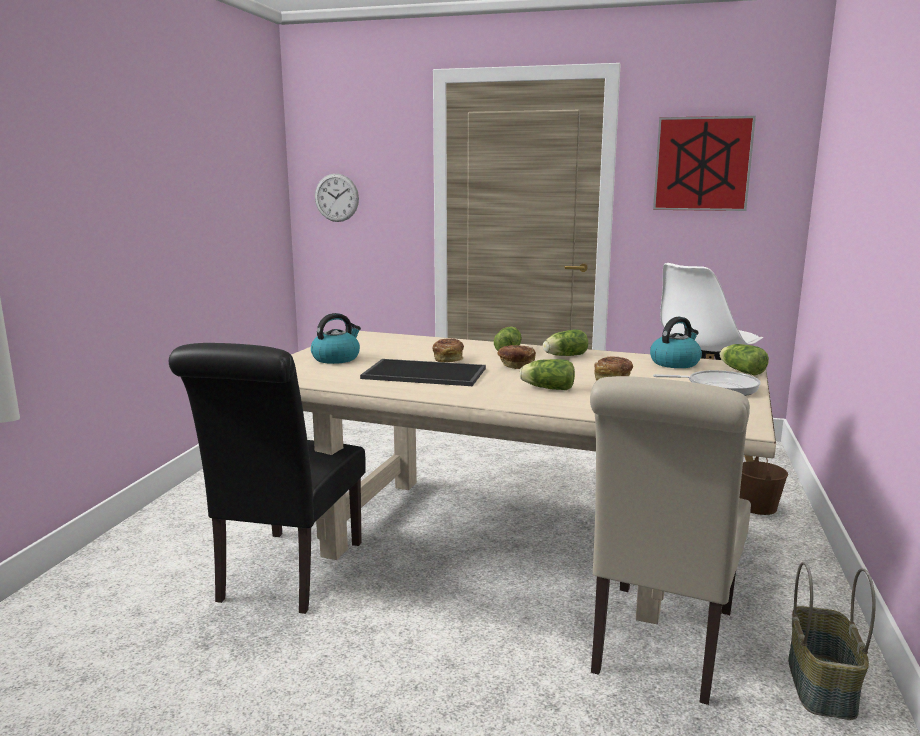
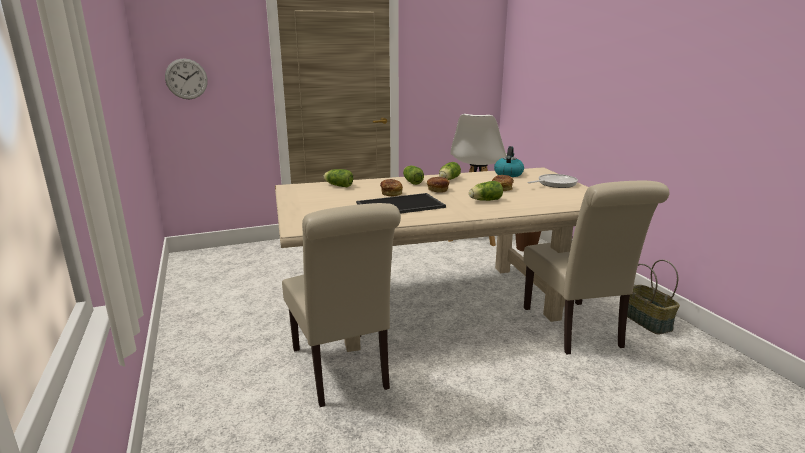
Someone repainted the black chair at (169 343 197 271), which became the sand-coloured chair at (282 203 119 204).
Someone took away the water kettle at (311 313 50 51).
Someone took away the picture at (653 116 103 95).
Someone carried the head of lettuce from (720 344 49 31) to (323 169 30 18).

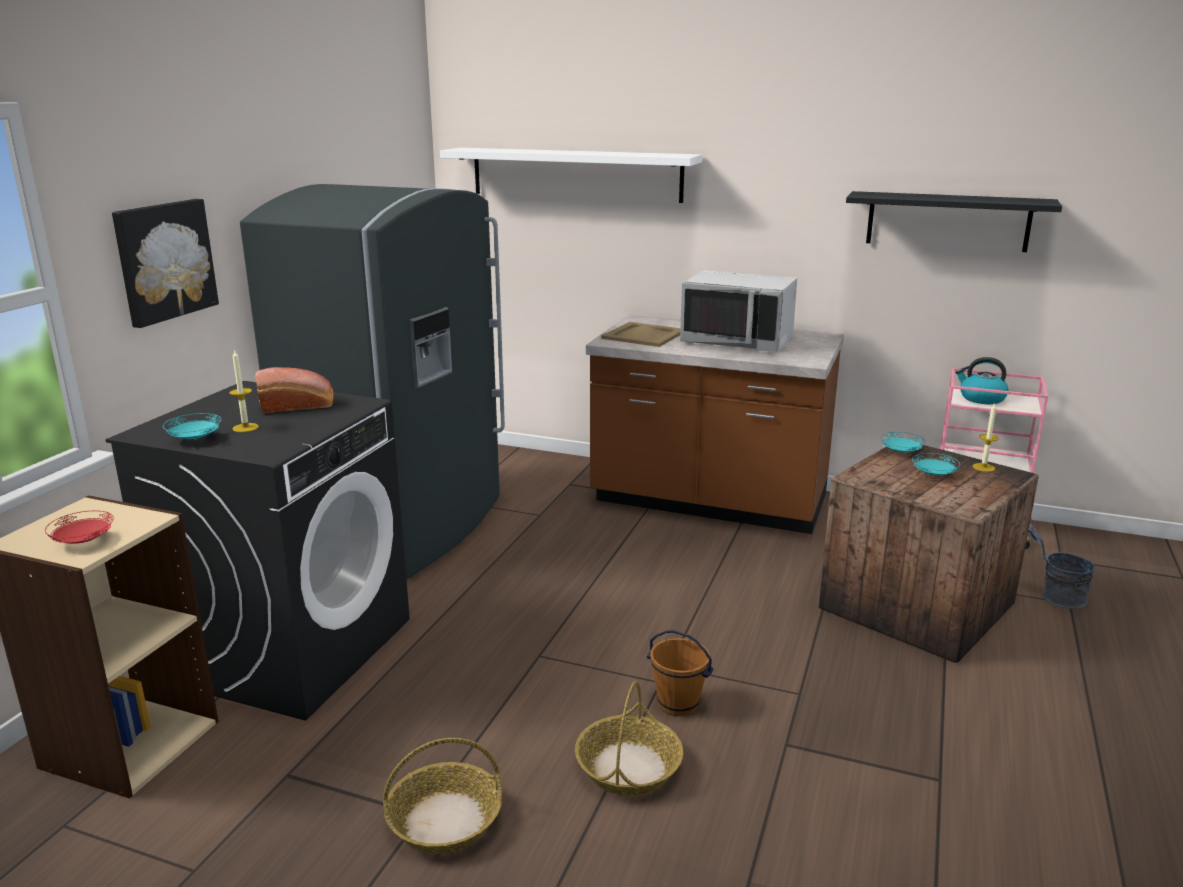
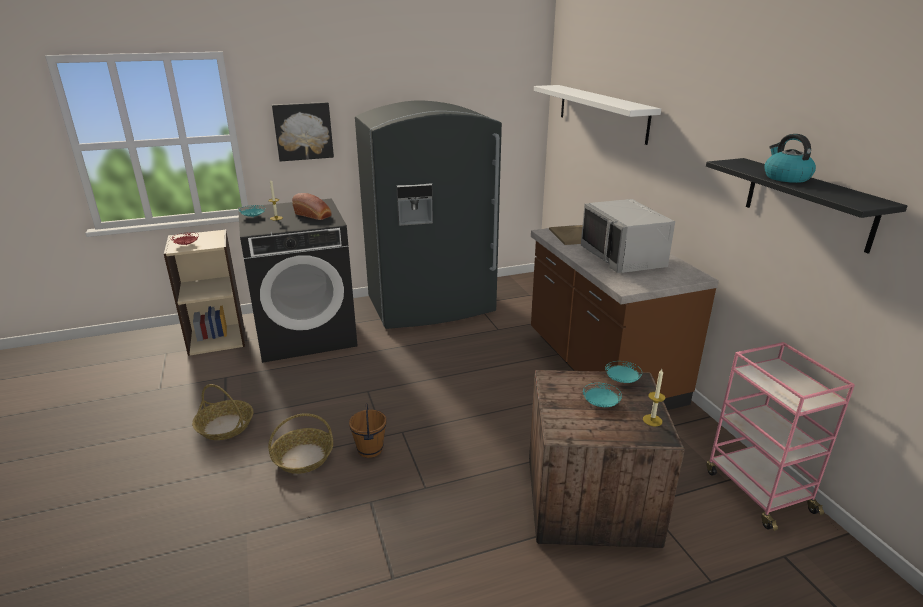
Someone carried the water kettle from (955 357 54 47) to (764 134 52 49).
Someone took away the grey water bucket at (1028 524 66 85).

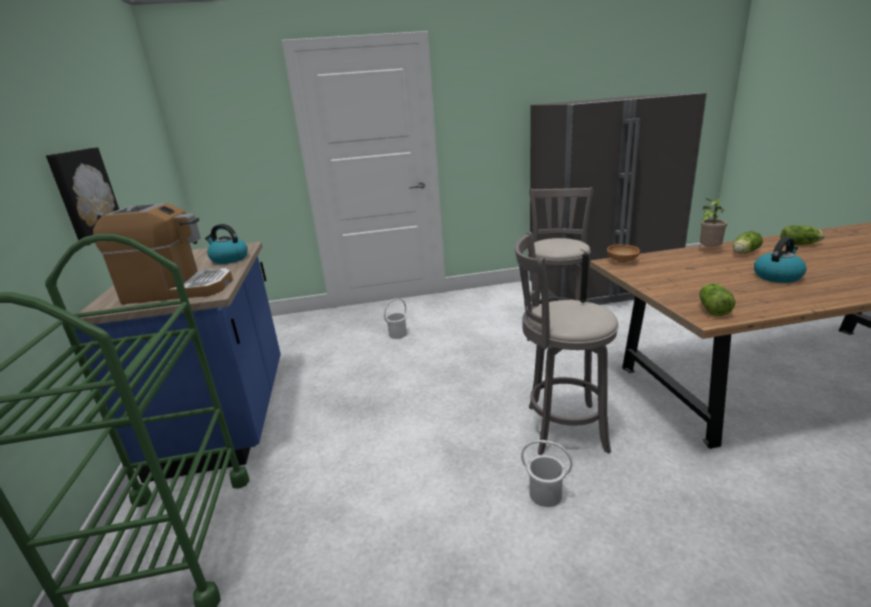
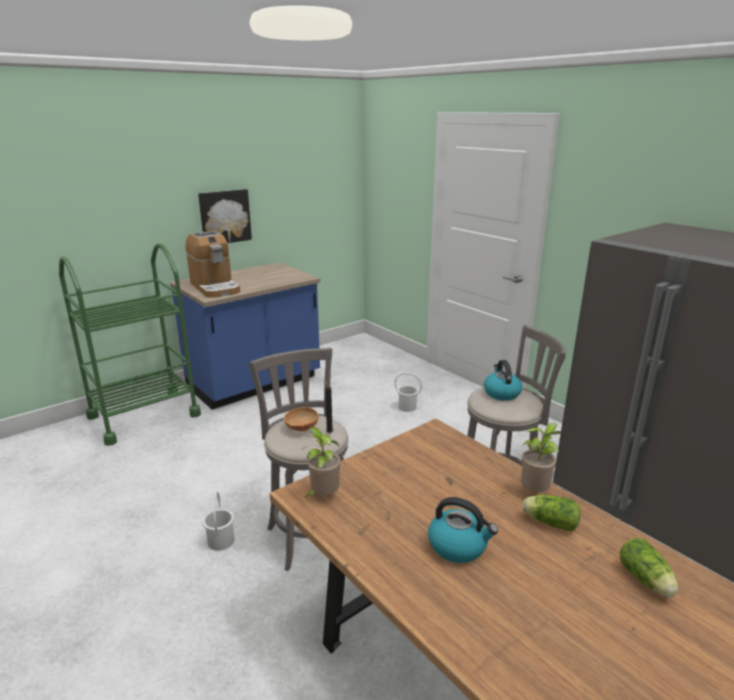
Someone carried the water kettle from (205 224 43 40) to (484 360 38 41).
Someone carried the brown bowl from (607 244 33 19) to (284 407 35 25).
Someone swapped the head of lettuce at (700 283 35 33) for the houseplant at (304 427 37 70).

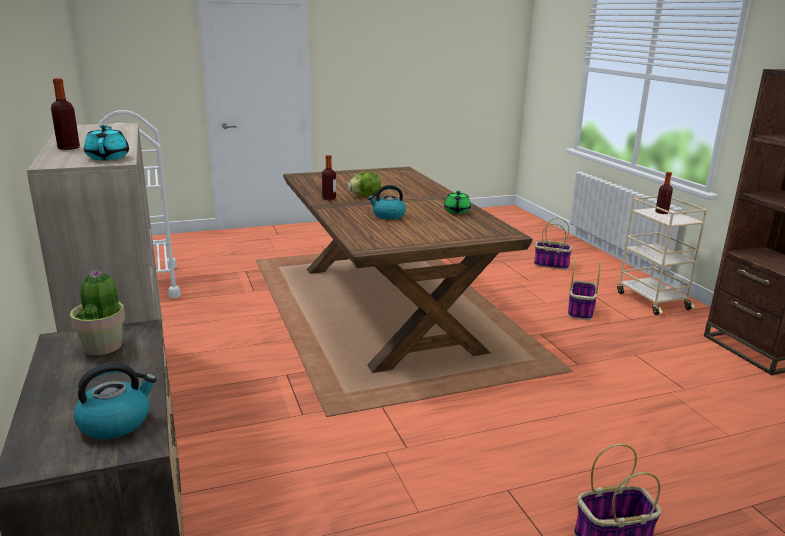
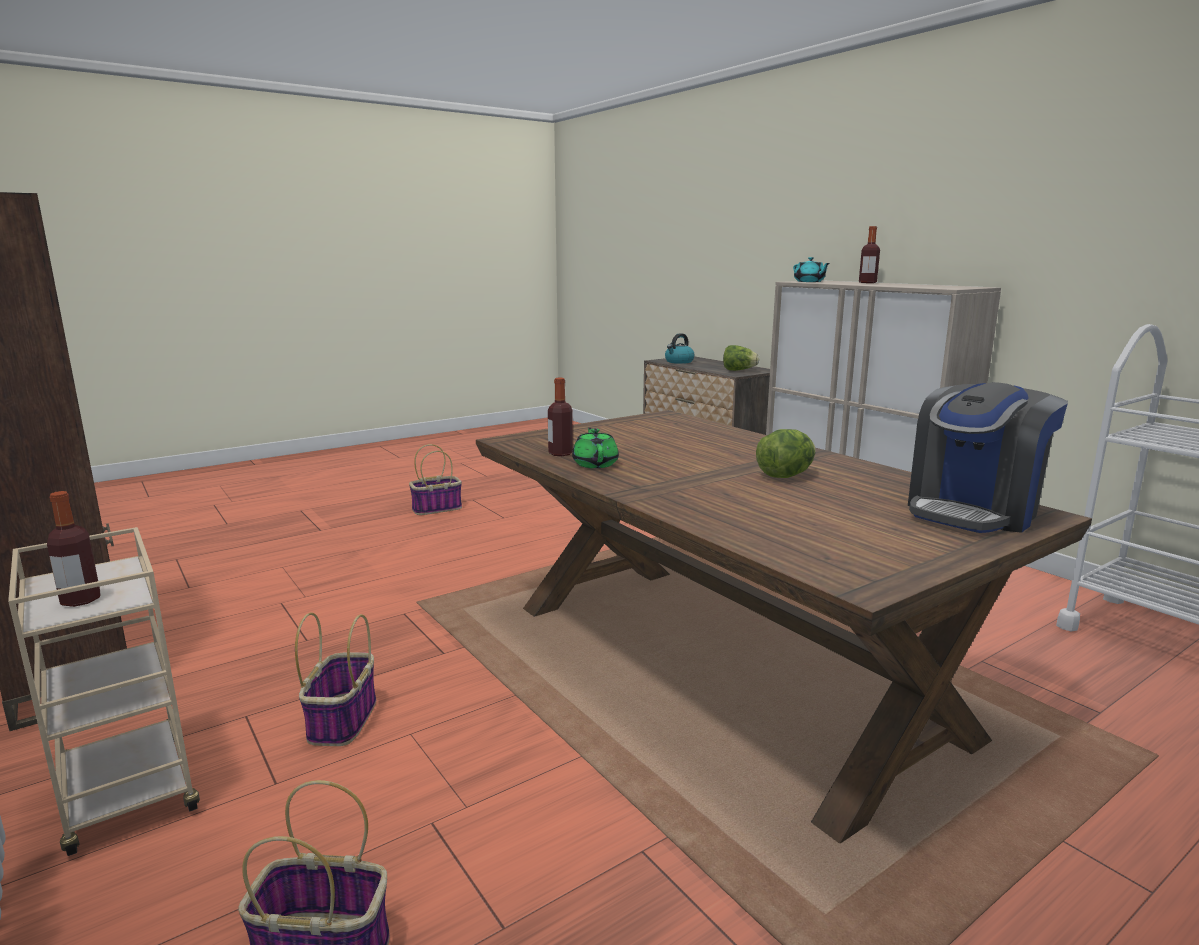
Someone swapped the houseplant at (70 269 55 86) for the head of lettuce at (723 345 36 26).
Someone carried the bottle from (322 155 14 45) to (548 378 25 78).
Someone took away the water kettle at (368 185 38 35).
Someone put down the coffee maker at (908 382 160 151).

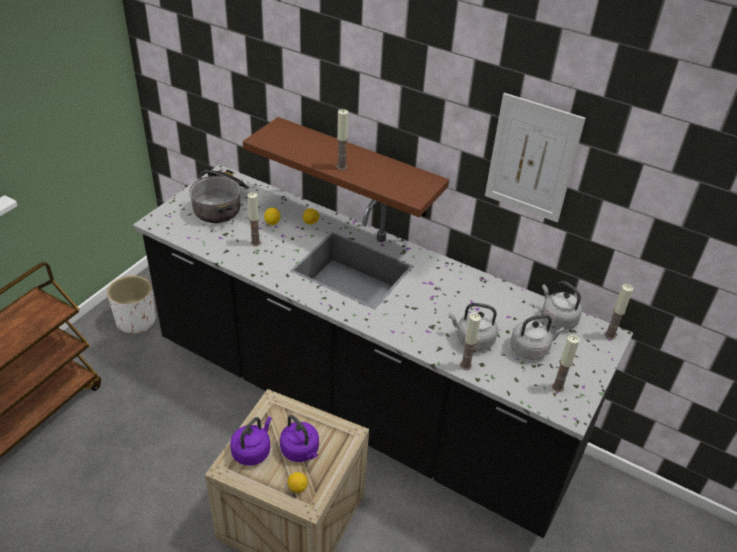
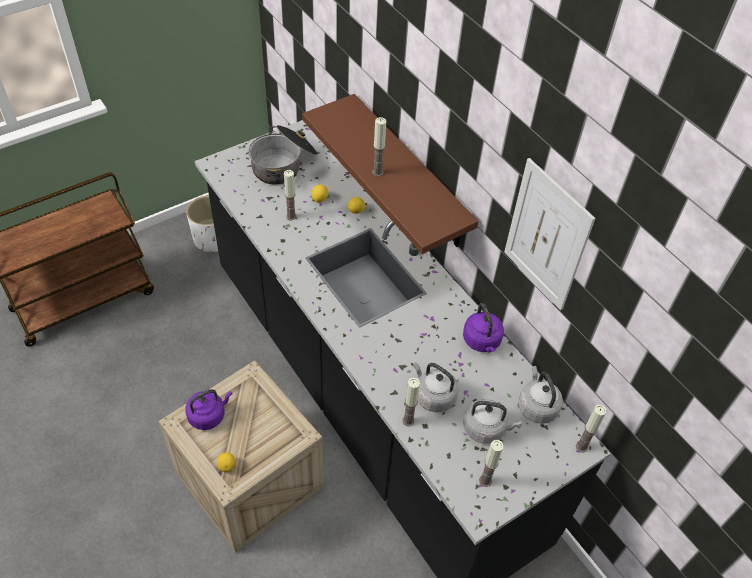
Someone carried the purplish water kettle from (280 415 39 47) to (463 303 41 50).

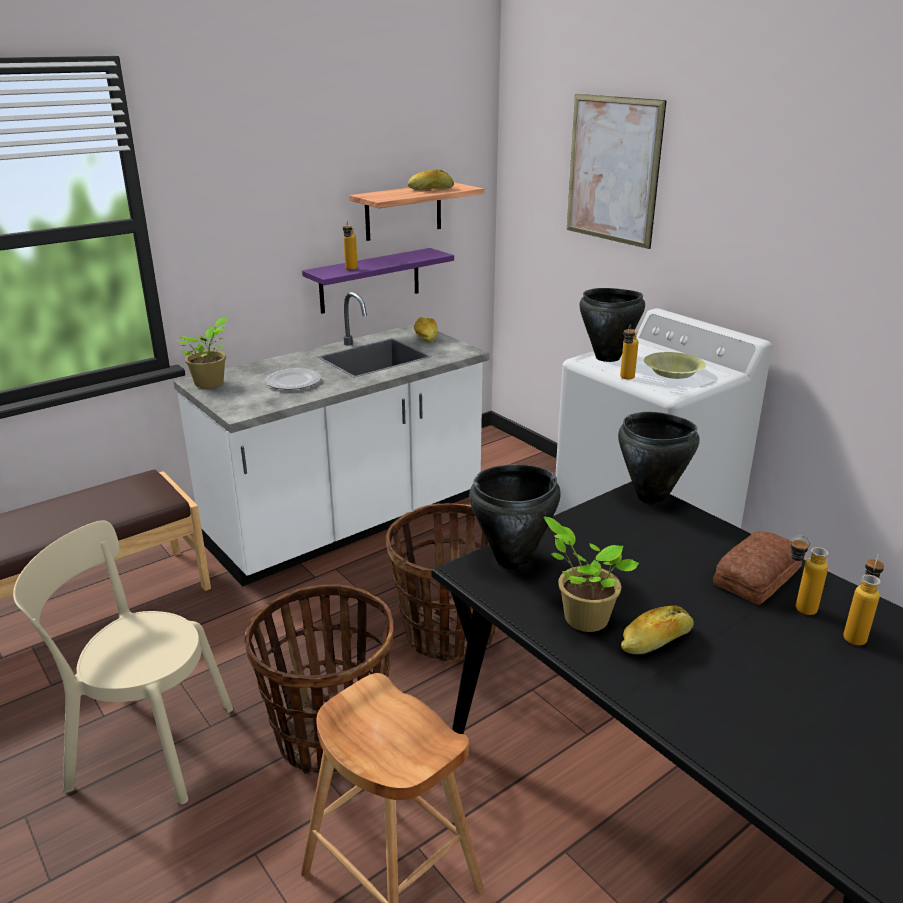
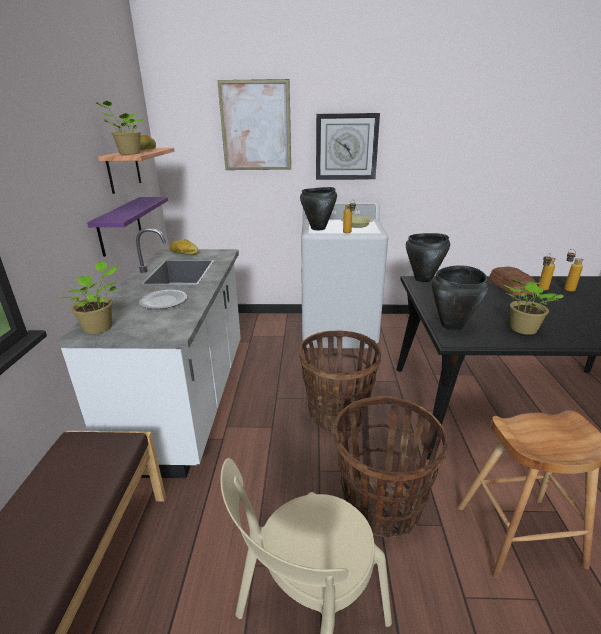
Someone took away the bottle at (343 221 15 49).
Someone took away the bakery bread at (621 605 73 49).
Someone put down the houseplant at (95 101 49 53).
Someone put up the wall clock at (316 113 64 67).

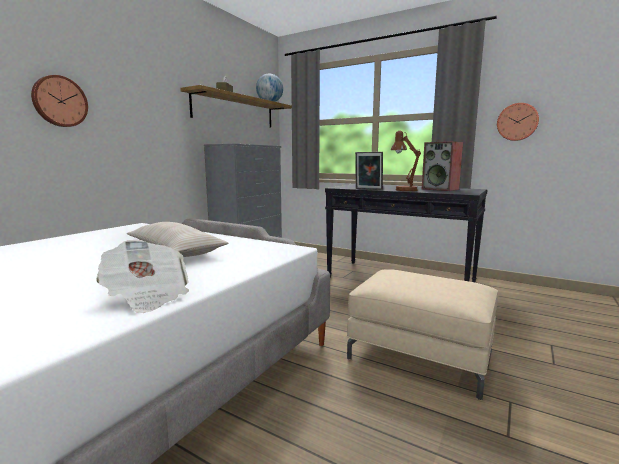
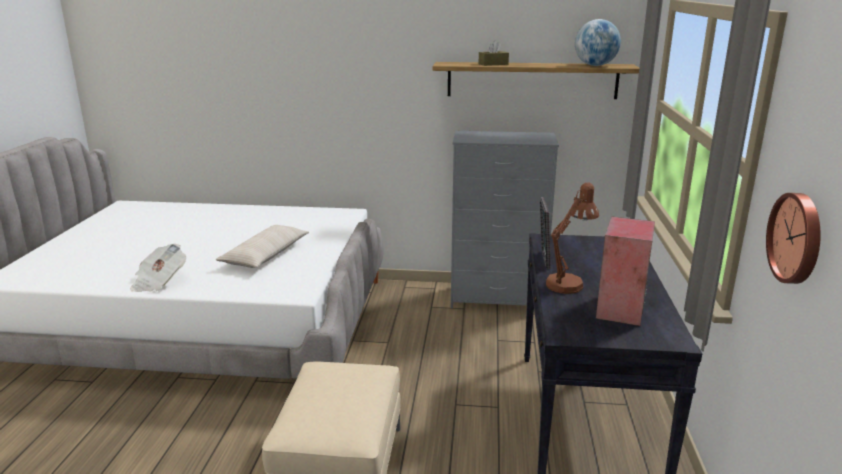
Someone took away the wall clock at (31 75 57 52).

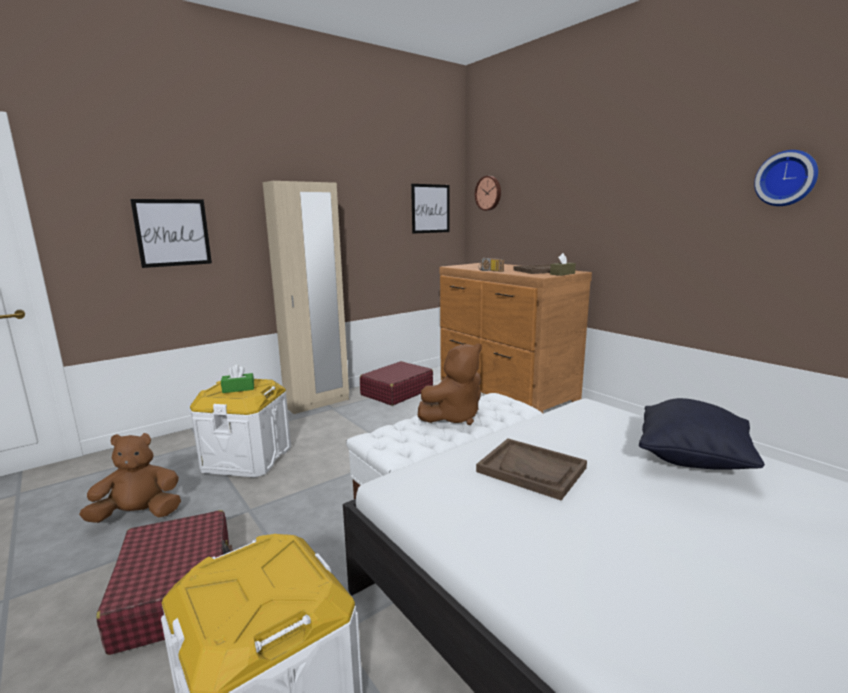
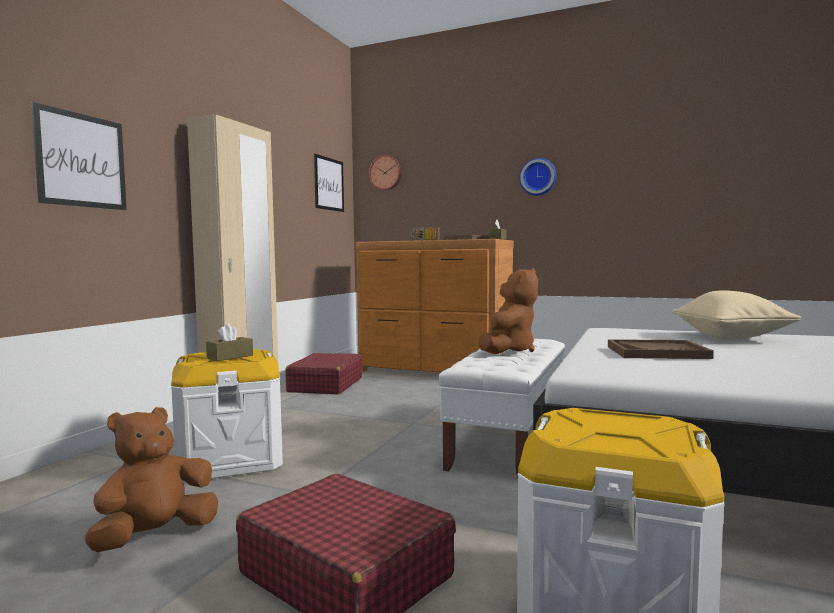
Someone repainted the green tissue holder at (221 365 33 28), which became the brown tissue holder at (206 323 47 38).
Someone repainted the black cushion at (639 398 126 72), which became the sand-coloured cushion at (672 290 129 50).
Someone carried the wall clock from (754 150 64 56) to (519 158 37 38).

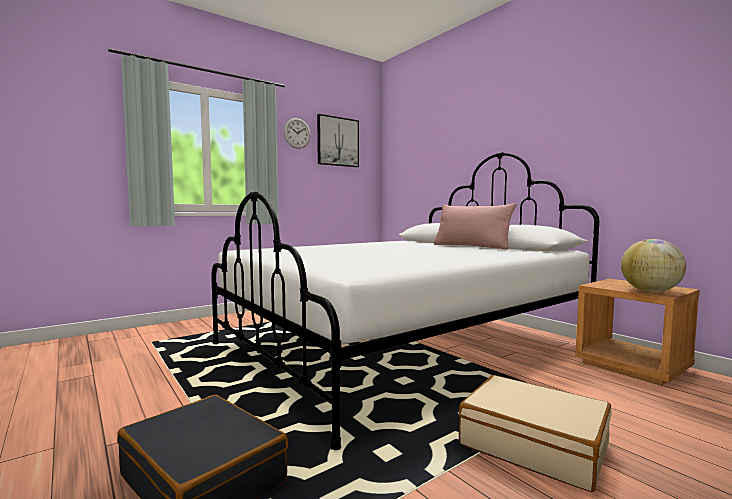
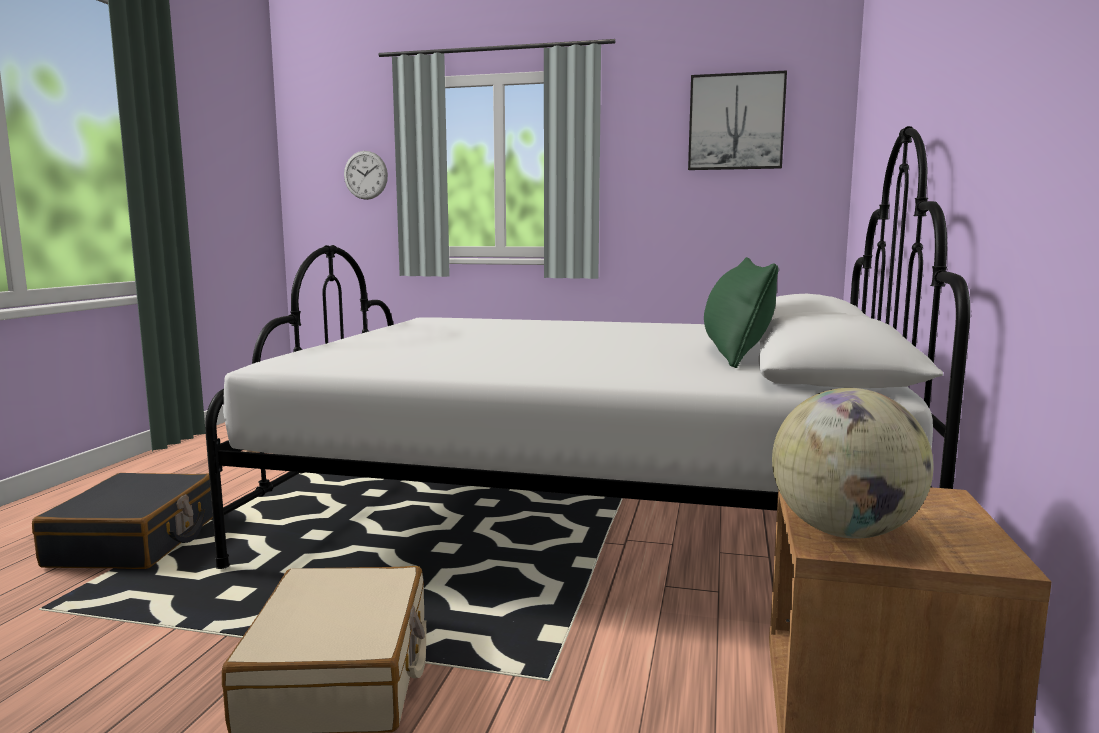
Someone carried the wall clock from (284 118 27 31) to (344 151 44 49).
Someone repainted the pink cushion at (434 203 82 47), which became the green cushion at (704 257 75 111).

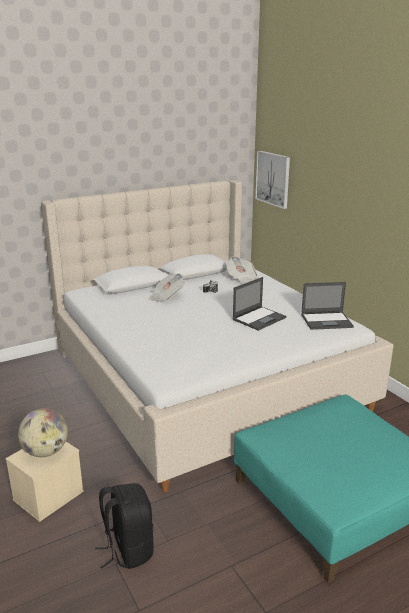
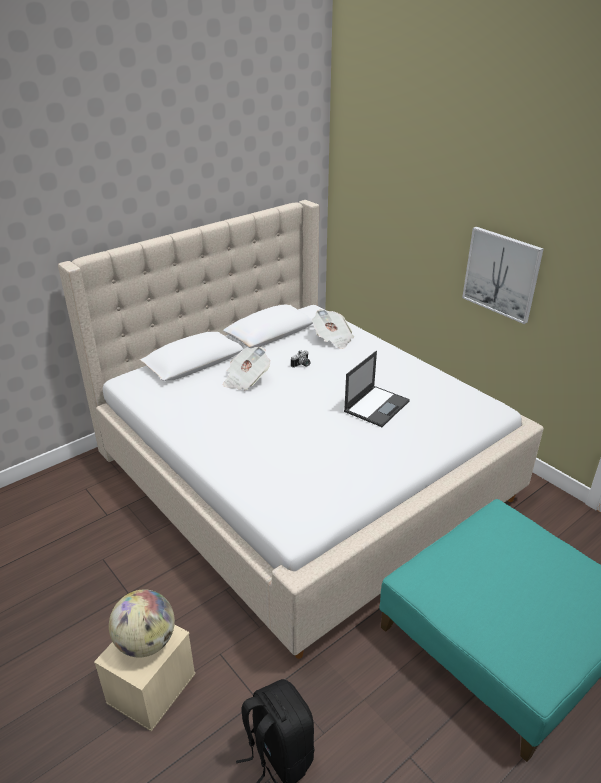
Someone carried the picture from (255 151 35 58) to (462 227 81 97).
Someone took away the laptop at (301 282 53 48).

